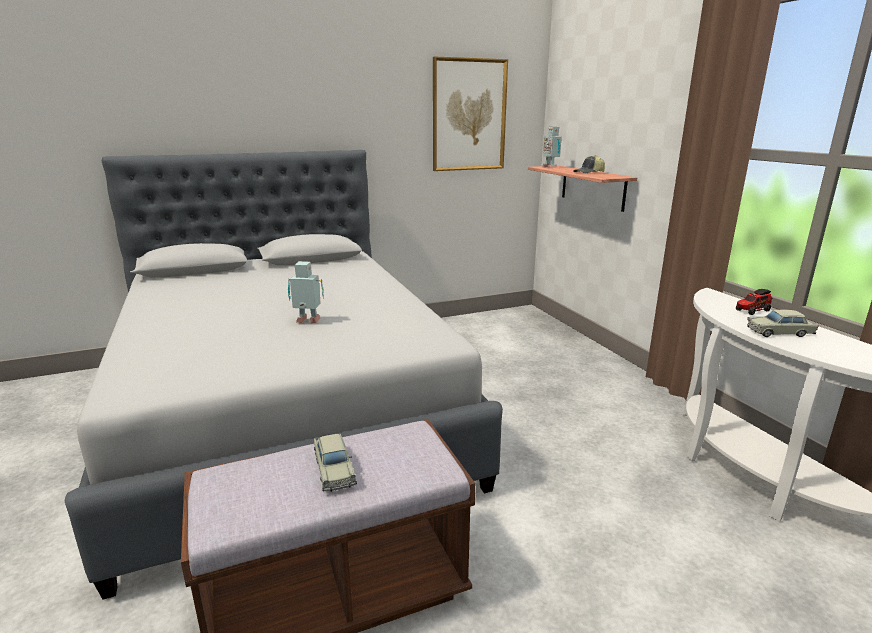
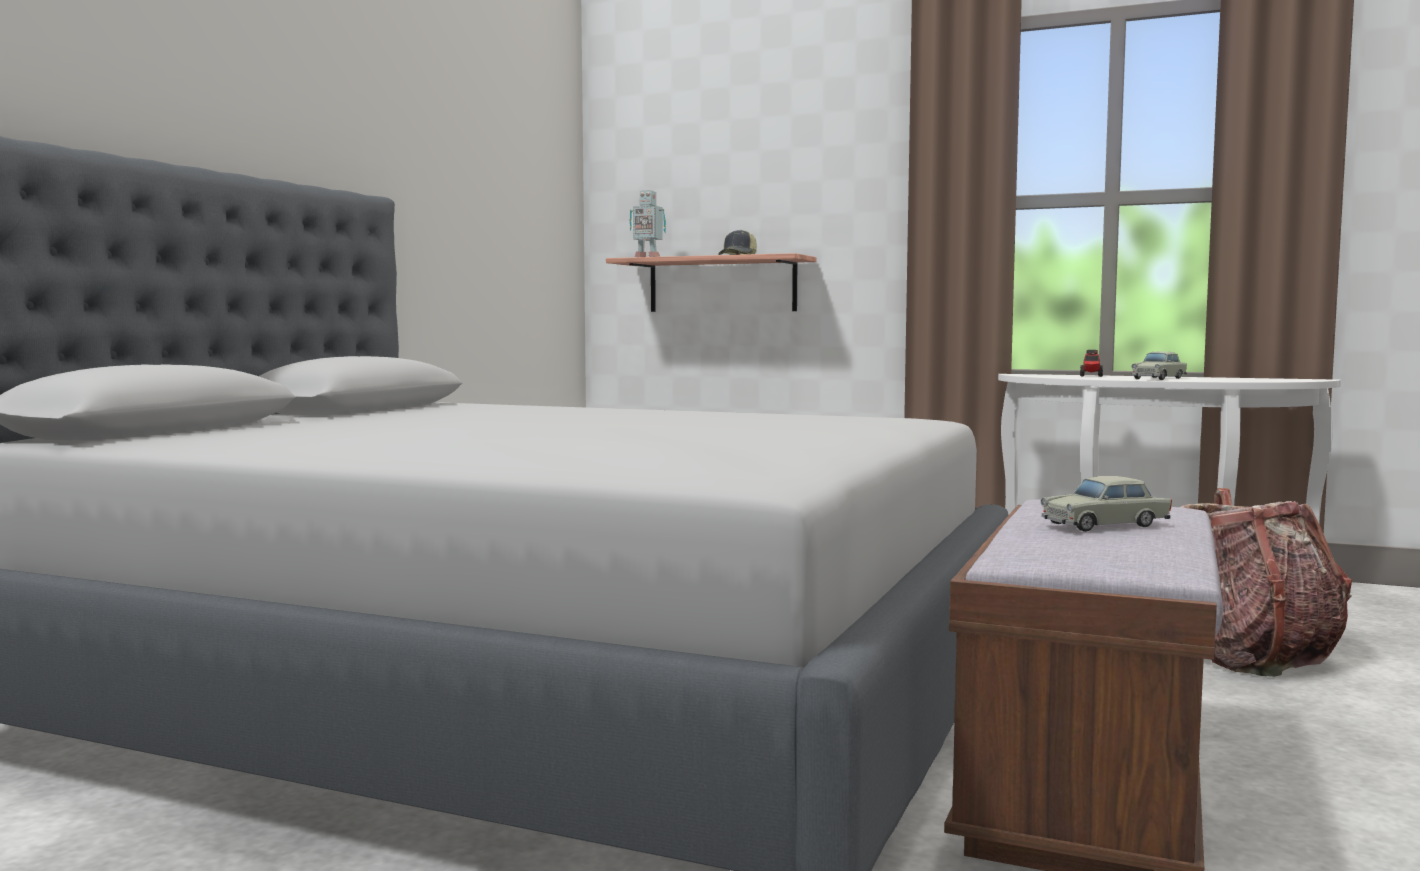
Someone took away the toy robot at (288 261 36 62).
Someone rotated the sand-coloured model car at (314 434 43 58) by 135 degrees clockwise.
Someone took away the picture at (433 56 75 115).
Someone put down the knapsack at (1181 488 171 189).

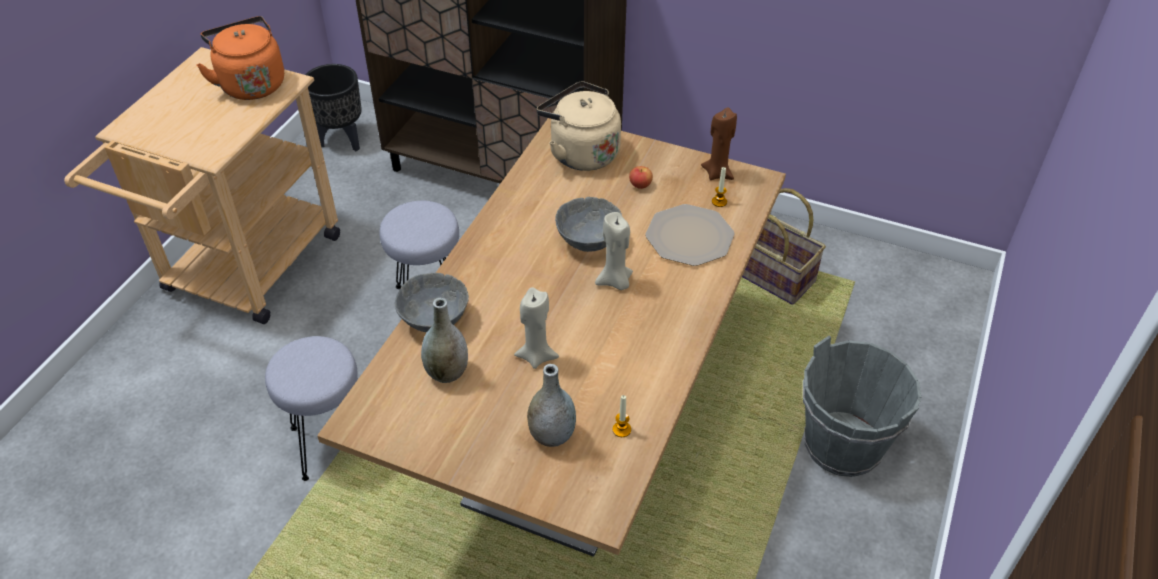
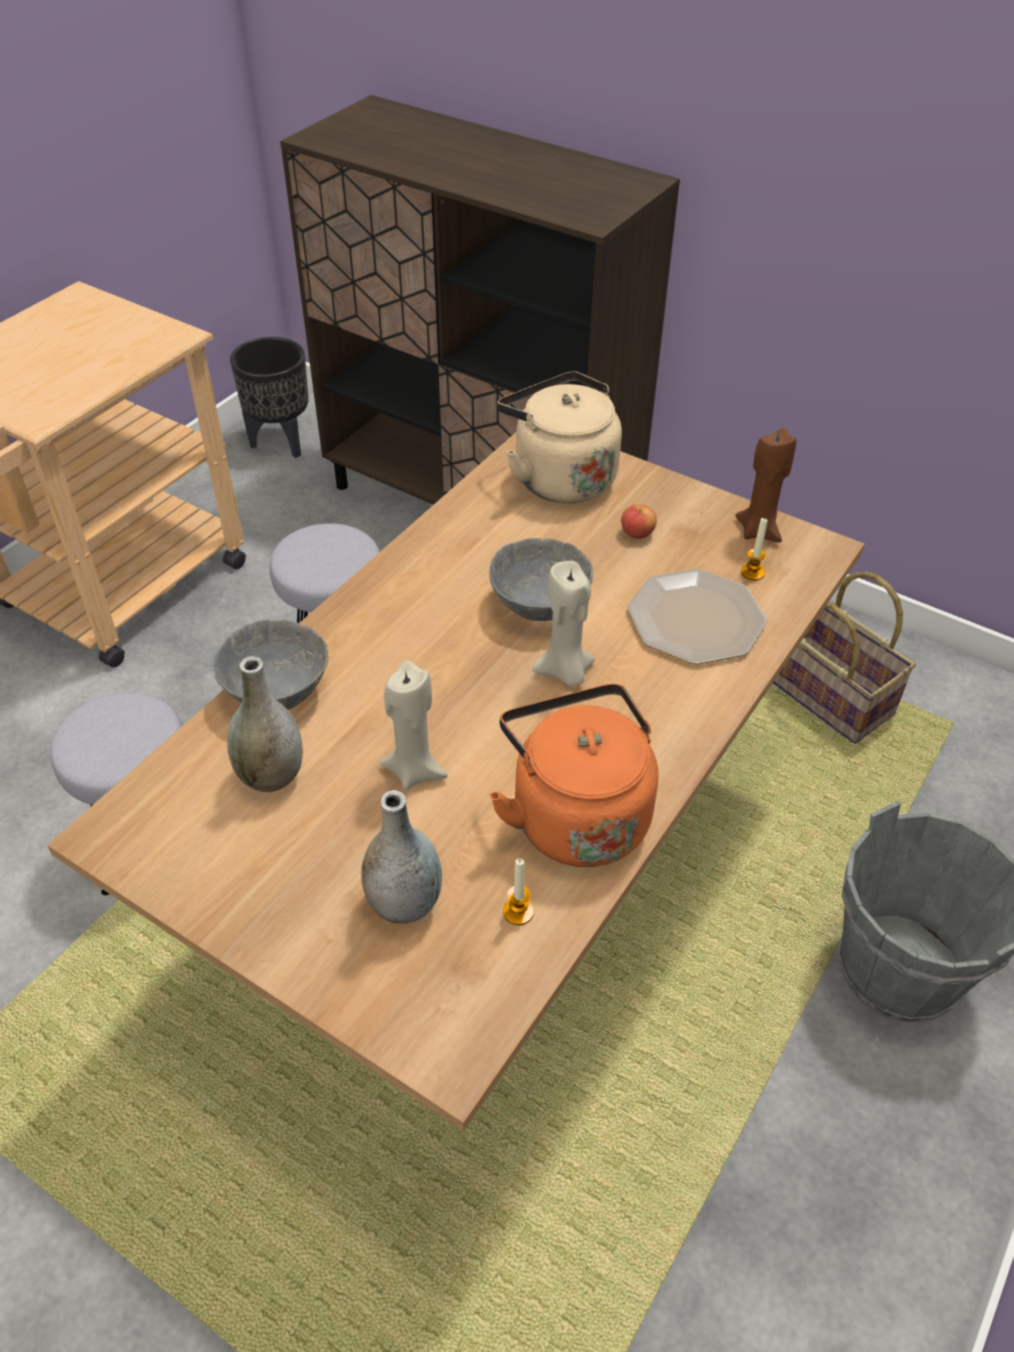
Someone carried the orange-coloured water kettle from (196 16 88 84) to (489 684 170 183).

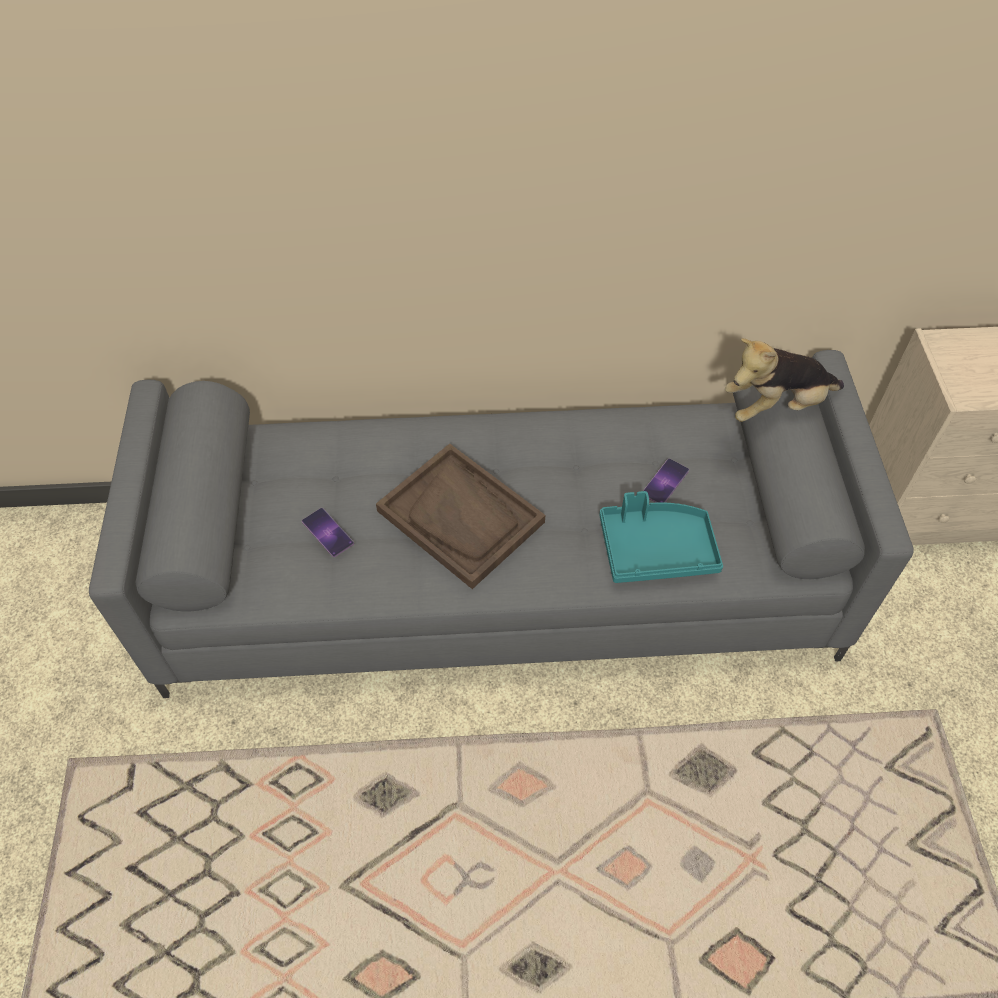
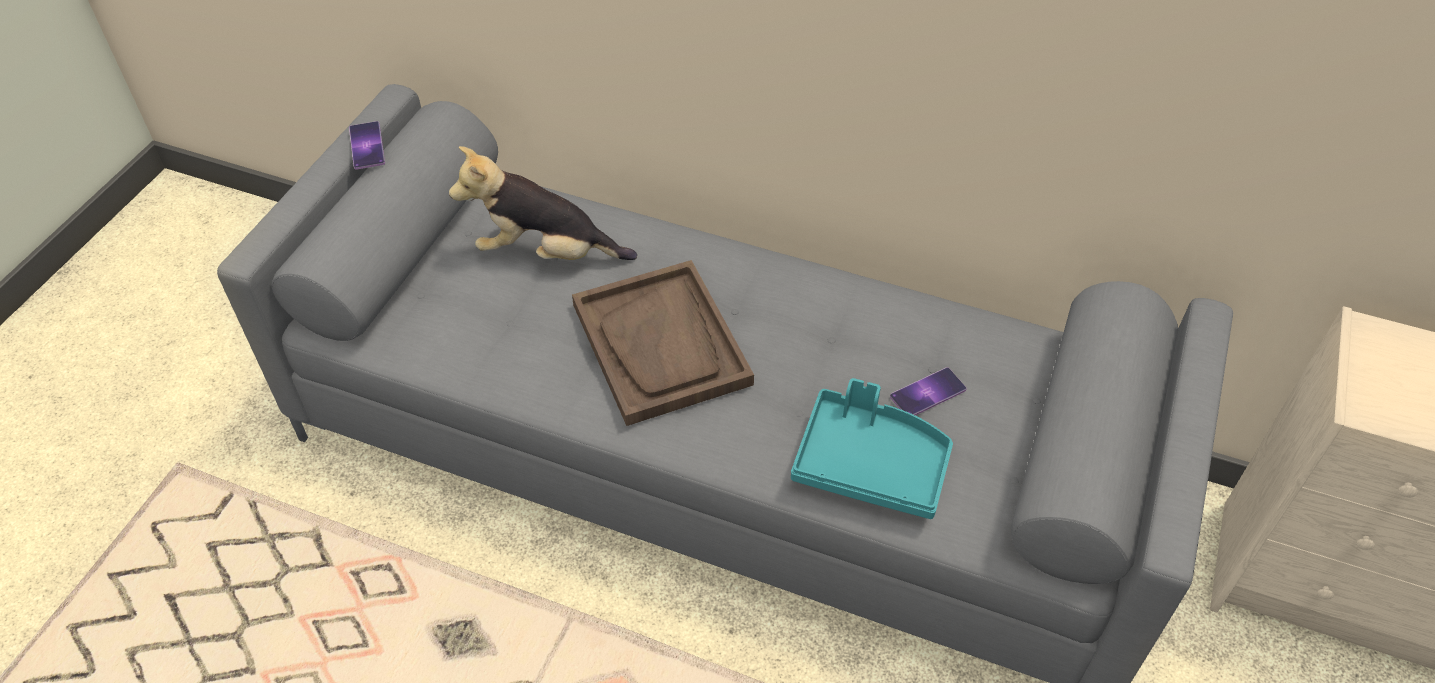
Someone carried the phone from (302 508 52 49) to (349 121 36 49).
Someone carried the cuddly toy from (725 338 119 84) to (449 146 188 114).

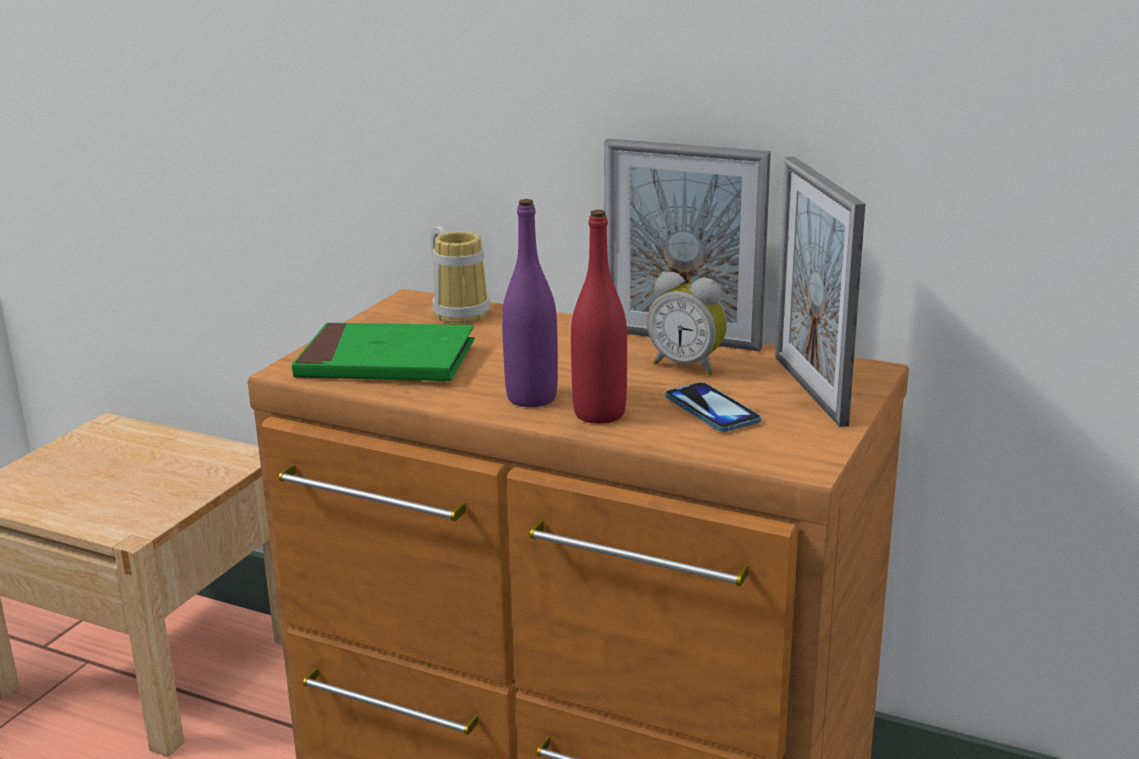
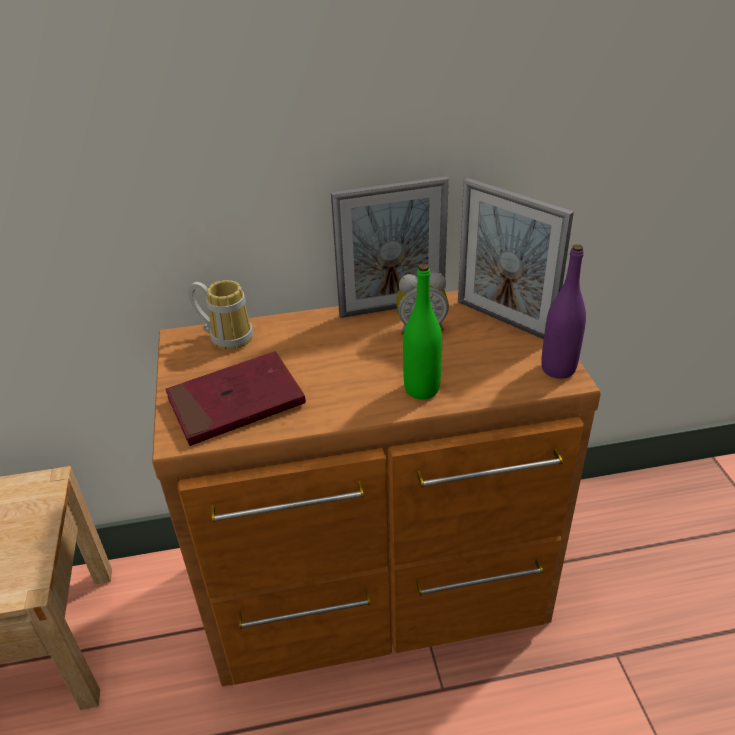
Someone repainted the green bound book at (292 323 183 59), which became the red bound book at (165 351 141 95).
Someone carried the purplish bottle from (502 199 56 208) to (541 244 45 135).
Someone repainted the red bottle at (571 210 56 214), which became the green bottle at (403 264 39 135).
Someone took away the phone at (665 382 96 50).

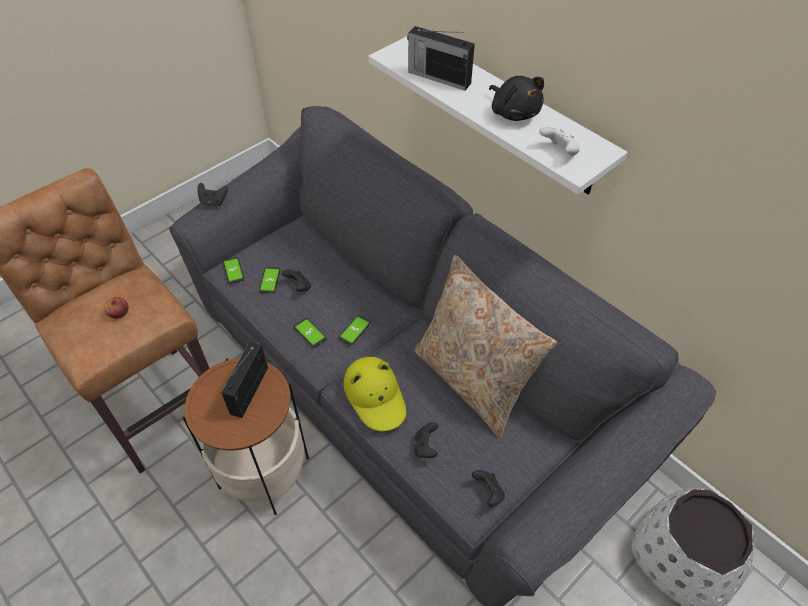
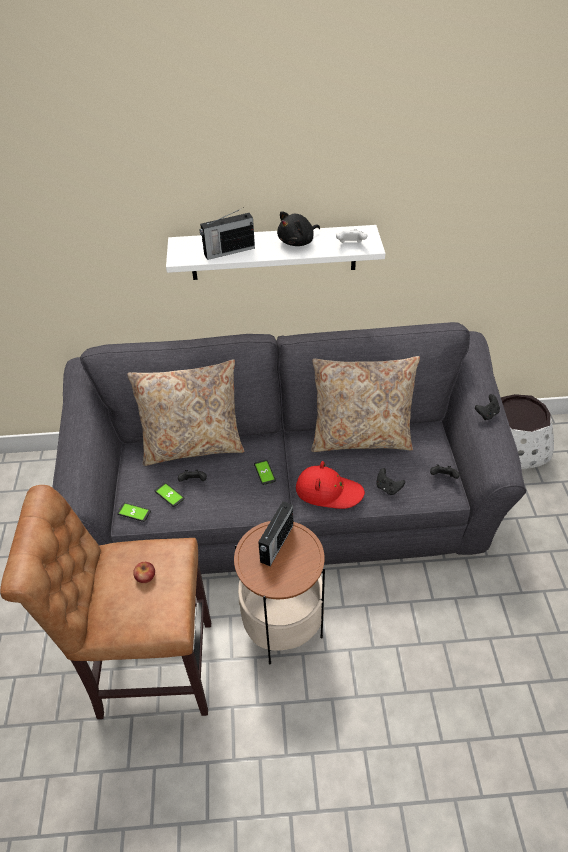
Someone carried the black gamepad from (197 183 31 23) to (475 394 25 26).
Someone rotated the radio at (221 341 47 77) by 120 degrees counterclockwise.
Someone took away the phone at (293 318 34 29).
Someone repainted the yellowish wearable hat at (344 357 63 74), which became the red wearable hat at (296 461 69 48).
Someone rotated the black cuddly toy at (489 76 55 45) by 135 degrees clockwise.
Someone put down the sand-coloured cushion at (127 359 118 107).

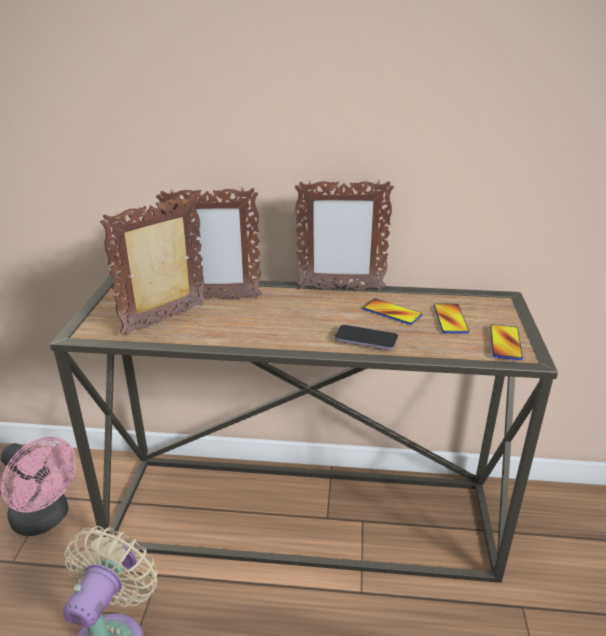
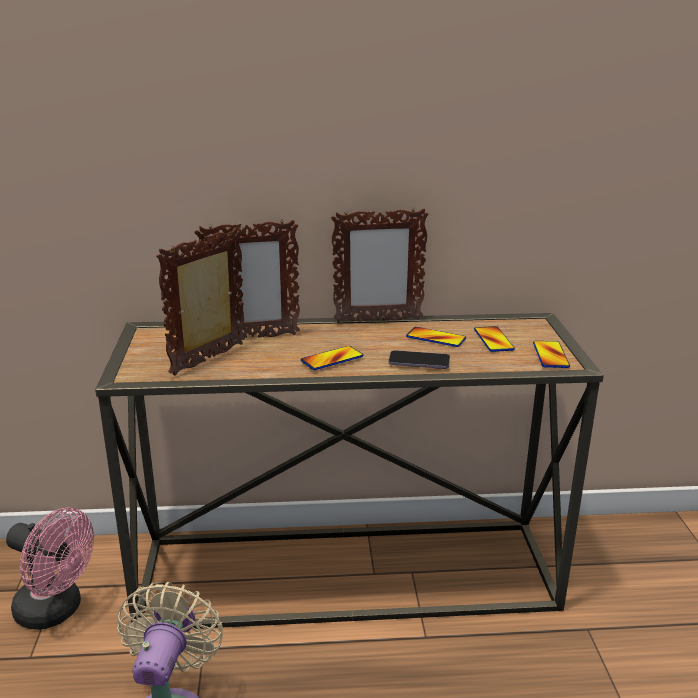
Someone put down the phone at (301 346 62 24).

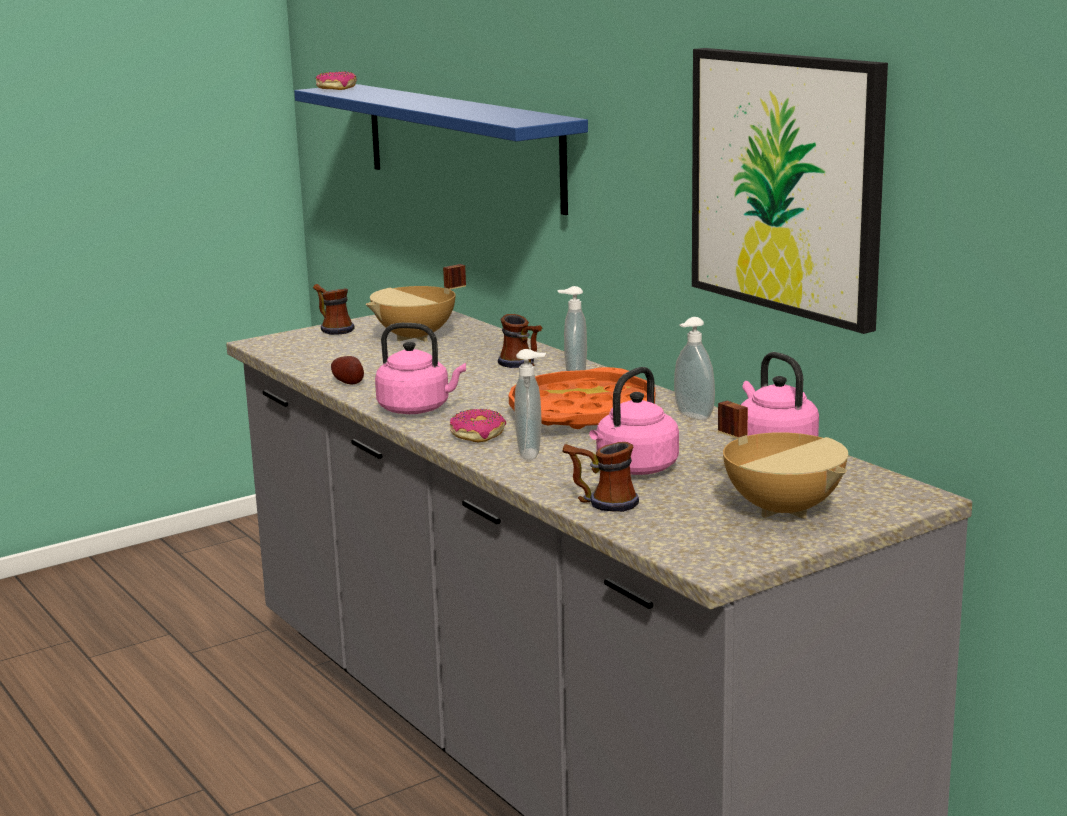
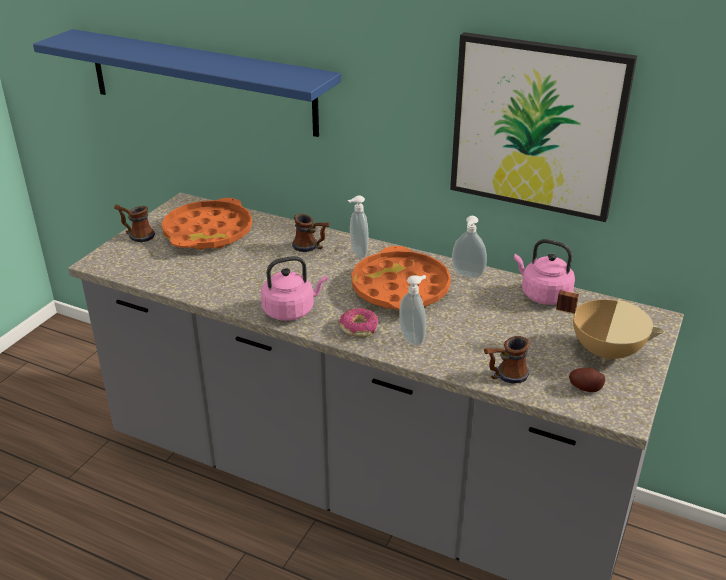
Someone took away the ring doughnut at (316 71 41 19).
Someone carried the whole potato from (331 356 33 28) to (569 368 36 24).
Someone swapped the sand-coloured saucepot at (366 264 100 77) for the orange-coloured carrying tray at (162 198 90 52).
Someone took away the pink water kettle at (589 367 90 108).

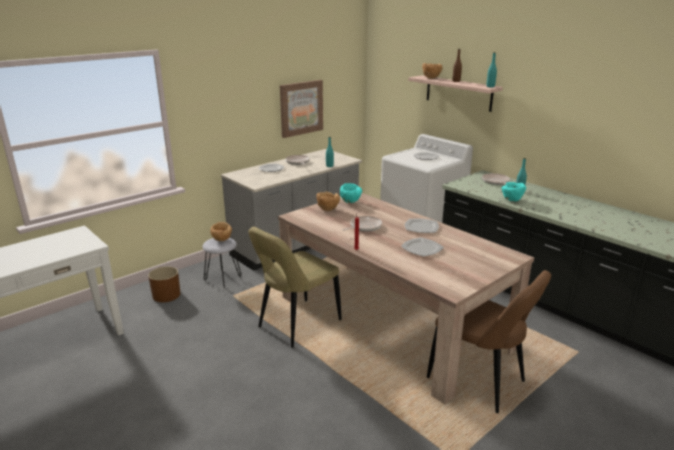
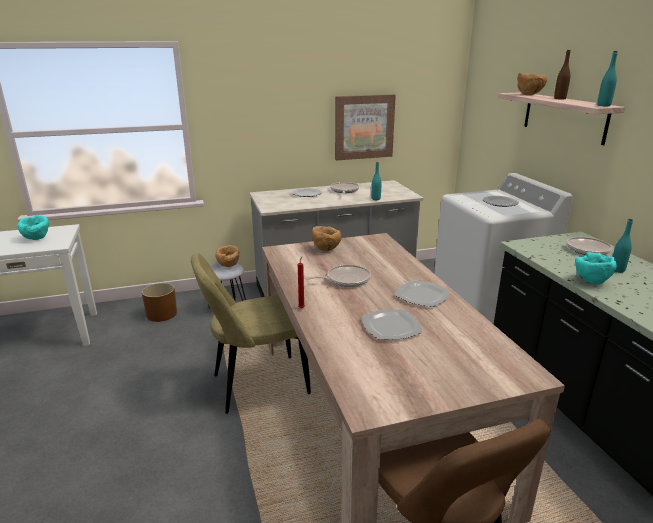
Someone carried the blue-green bowl from (340 183 22 20) to (17 215 32 25).

